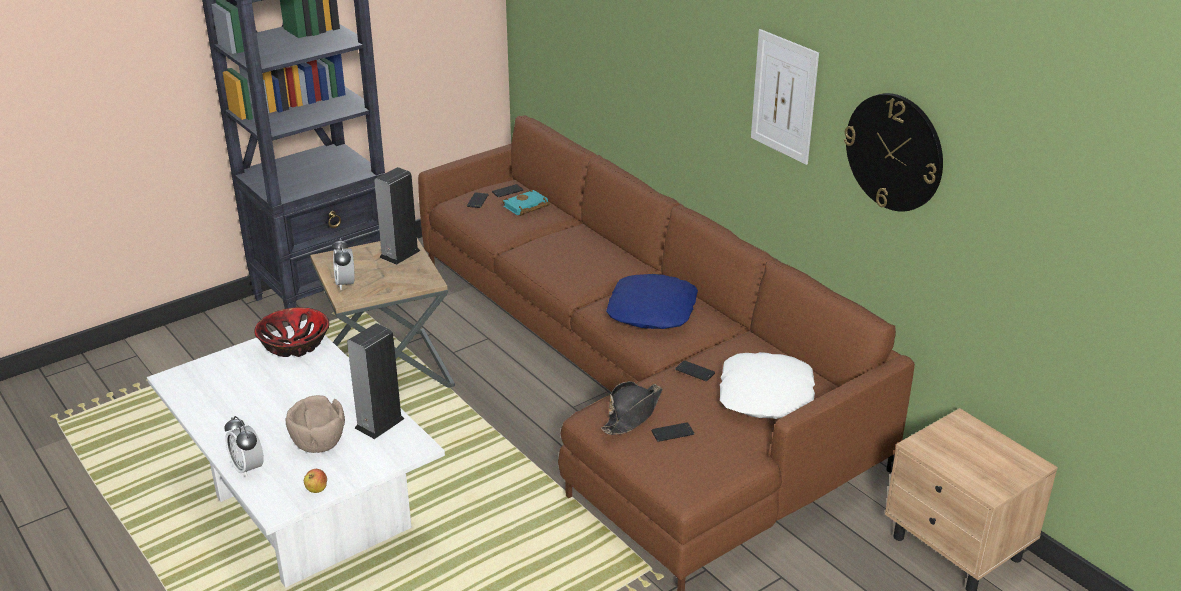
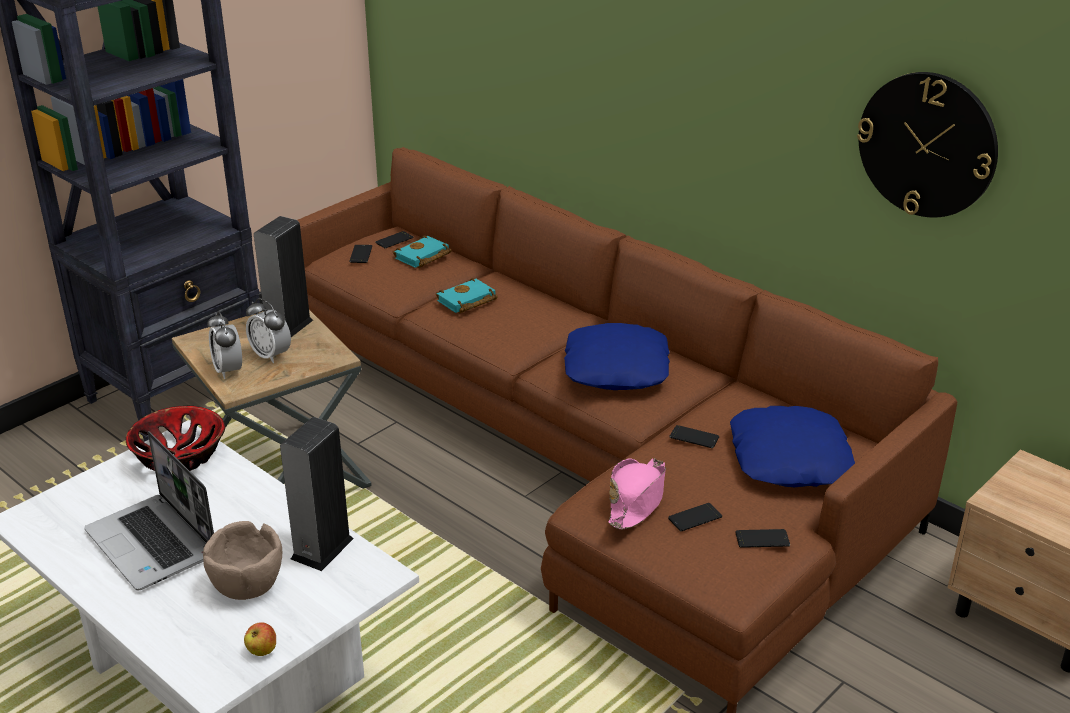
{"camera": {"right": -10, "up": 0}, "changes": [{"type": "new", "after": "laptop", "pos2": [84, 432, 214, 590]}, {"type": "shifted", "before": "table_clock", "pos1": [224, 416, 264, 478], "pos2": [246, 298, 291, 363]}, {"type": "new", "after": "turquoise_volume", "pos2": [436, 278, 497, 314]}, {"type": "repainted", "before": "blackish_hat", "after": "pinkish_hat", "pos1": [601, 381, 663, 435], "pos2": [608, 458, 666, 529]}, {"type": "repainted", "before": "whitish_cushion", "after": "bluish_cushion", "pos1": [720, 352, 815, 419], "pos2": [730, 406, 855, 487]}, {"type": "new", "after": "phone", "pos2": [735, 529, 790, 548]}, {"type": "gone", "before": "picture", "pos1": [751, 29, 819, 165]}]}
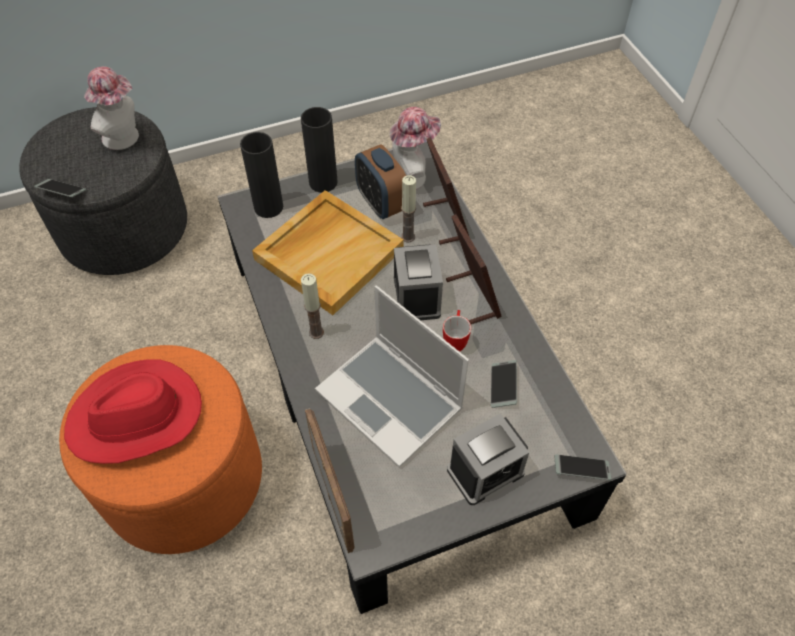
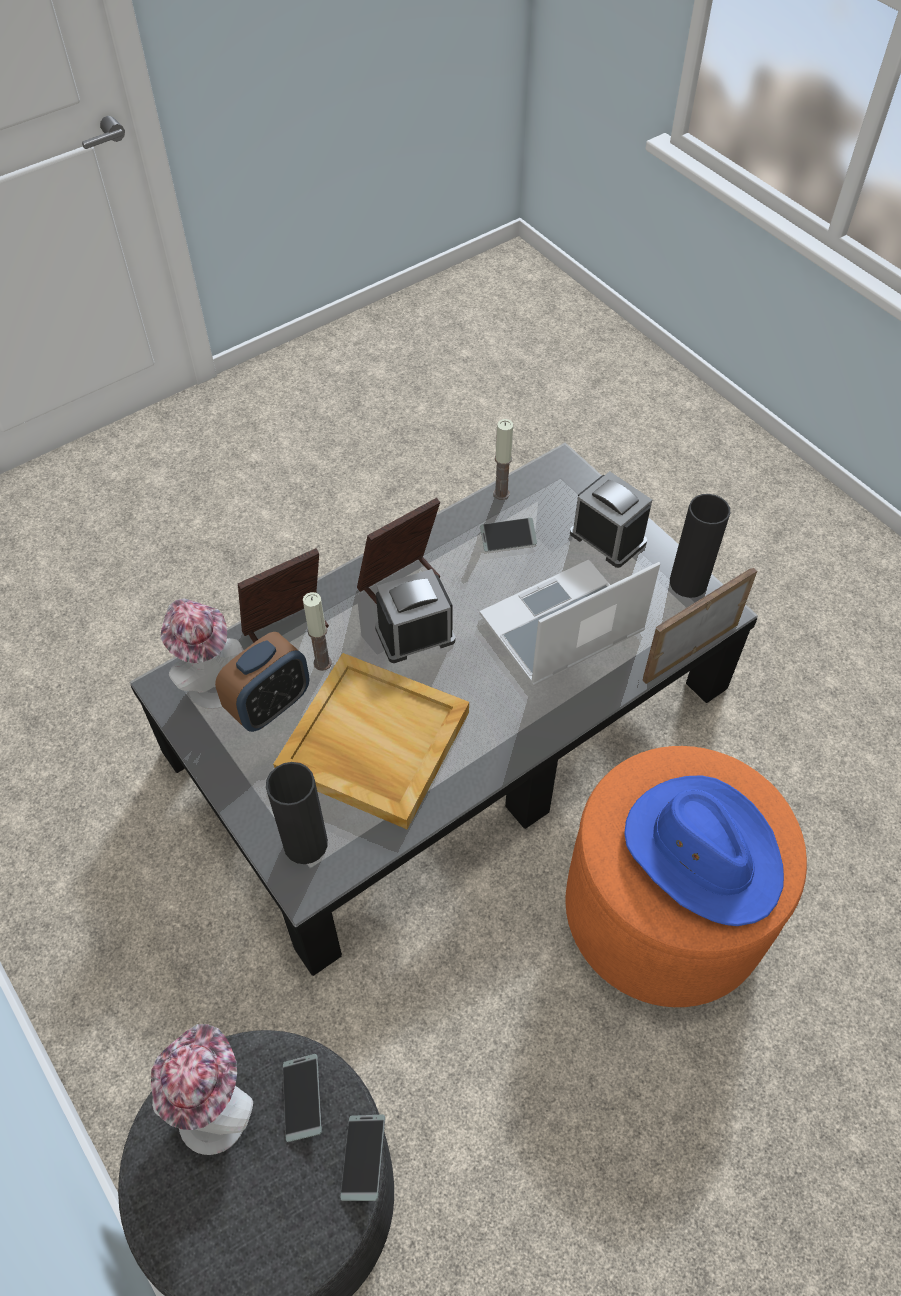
{"camera": {"right": -105, "up": 0}, "changes": [{"type": "shifted", "before": "phone", "pos1": [554, 454, 611, 480], "pos2": [283, 1054, 322, 1142]}, {"type": "rotated", "before": "laptop", "pos1": [315, 285, 469, 468], "pos2": [480, 560, 660, 686], "turn": -150}, {"type": "shifted", "before": "wax_light", "pos1": [301, 273, 324, 339], "pos2": [493, 419, 513, 500]}, {"type": "repainted", "before": "reddish_hat", "after": "bluish_hat", "pos1": [64, 359, 202, 464], "pos2": [624, 775, 784, 926]}, {"type": "shifted", "before": "blackish_vase", "pos1": [301, 107, 338, 192], "pos2": [670, 494, 730, 598]}, {"type": "gone", "before": "mug", "pos1": [443, 310, 471, 352]}]}
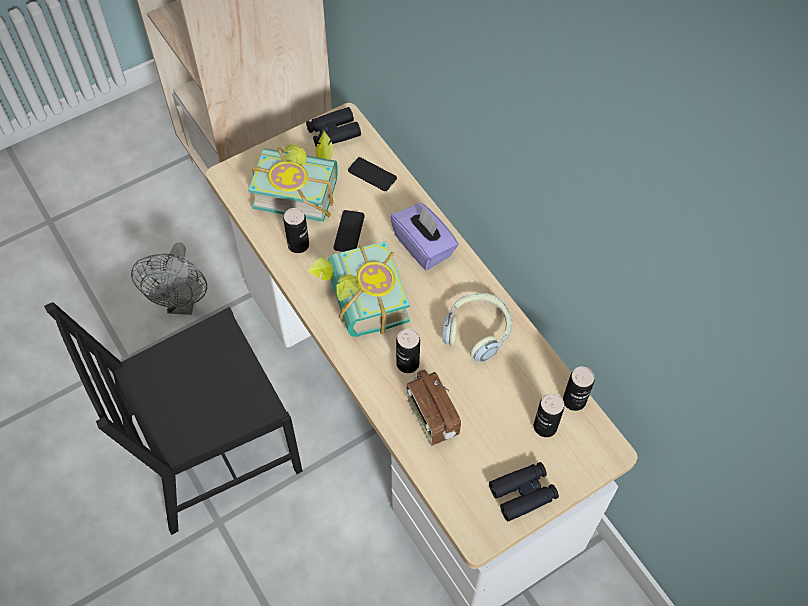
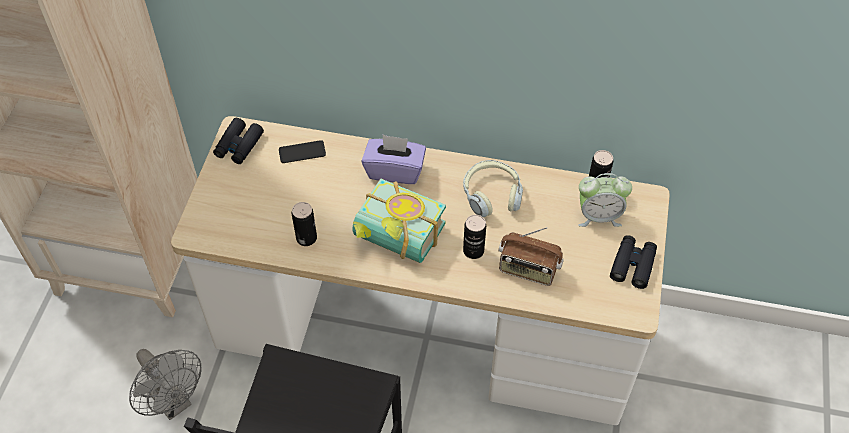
{"camera": {"right": -45, "up": -5}, "changes": [{"type": "swapped", "before": "metal_can", "after": "table_clock", "pos1": [534, 393, 564, 437], "pos2": [578, 173, 632, 227]}, {"type": "gone", "before": "volume", "pos1": [248, 131, 338, 222]}, {"type": "gone", "before": "phone", "pos1": [334, 210, 365, 252]}]}
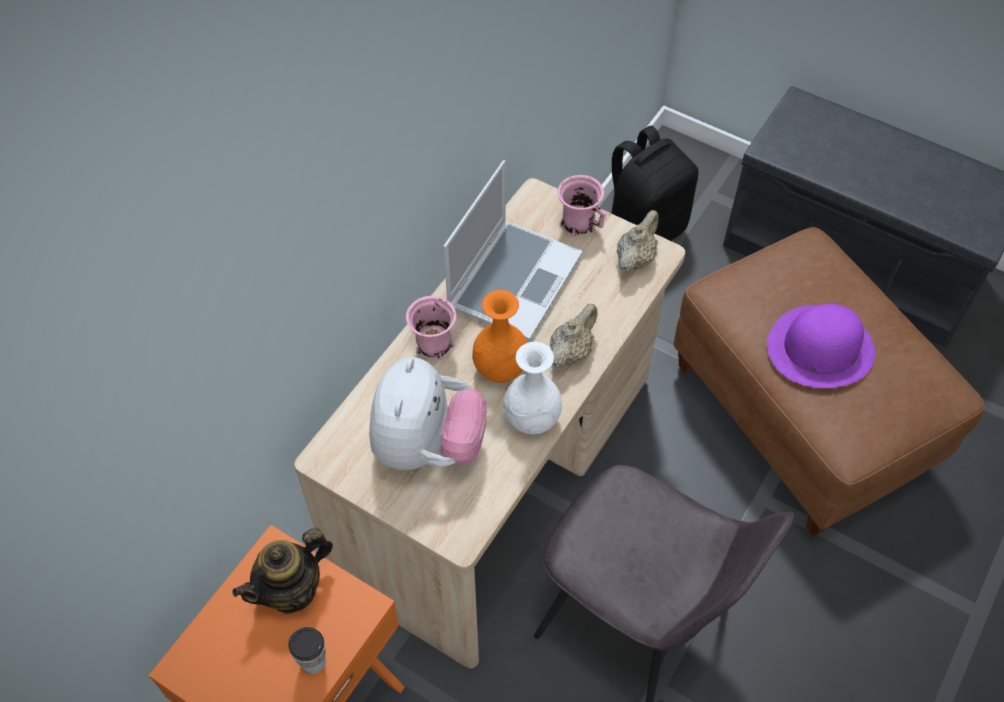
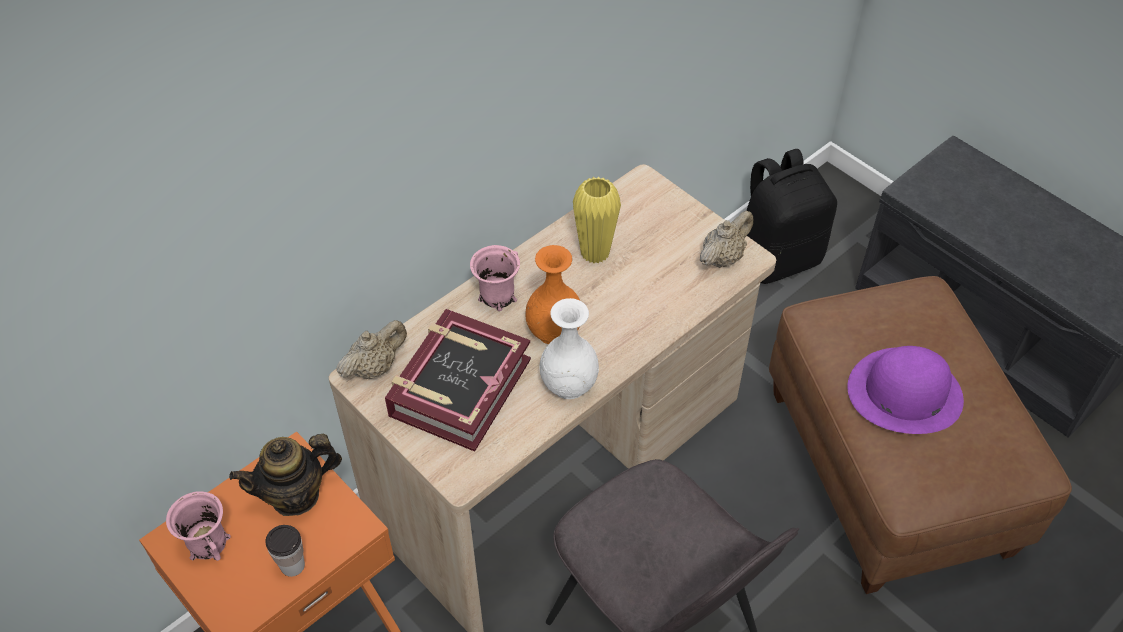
{"camera": {"right": 15, "up": -5}, "changes": [{"type": "shifted", "before": "pinkish_mug", "pos1": [557, 175, 606, 237], "pos2": [166, 491, 231, 561]}, {"type": "shifted", "before": "sand-coloured_tea_pot", "pos1": [550, 304, 598, 368], "pos2": [337, 320, 407, 379]}, {"type": "swapped", "before": "soft_toy", "after": "volume", "pos1": [369, 357, 487, 470], "pos2": [385, 309, 531, 452]}, {"type": "swapped", "before": "laptop", "after": "yellow_vase", "pos1": [444, 160, 583, 341], "pos2": [573, 177, 621, 263]}]}
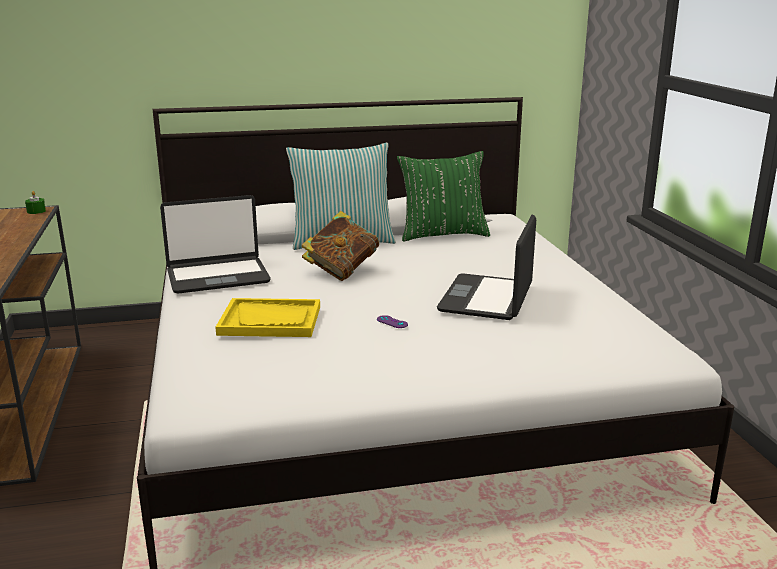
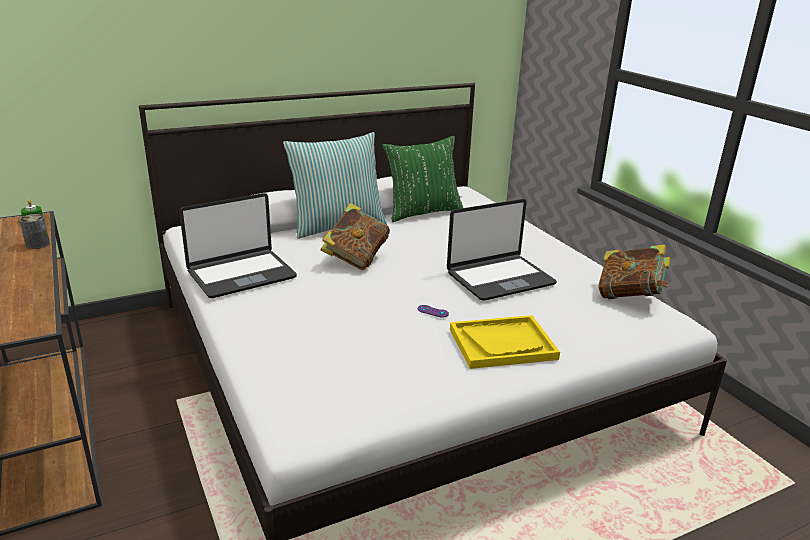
{"camera": {"right": -15, "up": 5}, "changes": [{"type": "new", "after": "metal_can", "pos2": [19, 214, 50, 249]}, {"type": "rotated", "before": "laptop", "pos1": [437, 215, 536, 320], "pos2": [447, 199, 557, 301], "turn": -120}, {"type": "shifted", "before": "yellow_serving_tray", "pos1": [215, 298, 320, 337], "pos2": [450, 315, 560, 369]}, {"type": "new", "after": "volume", "pos2": [598, 244, 671, 299]}]}
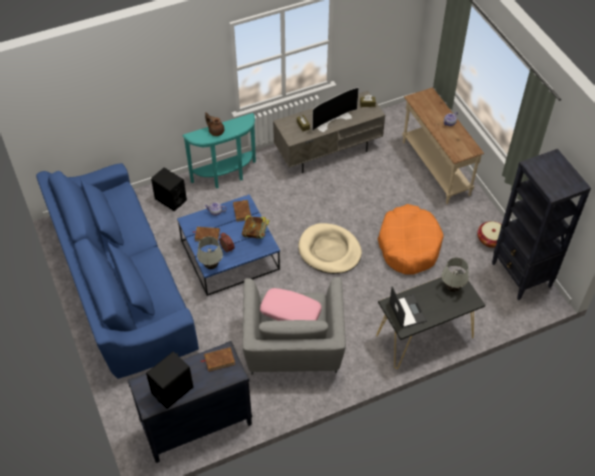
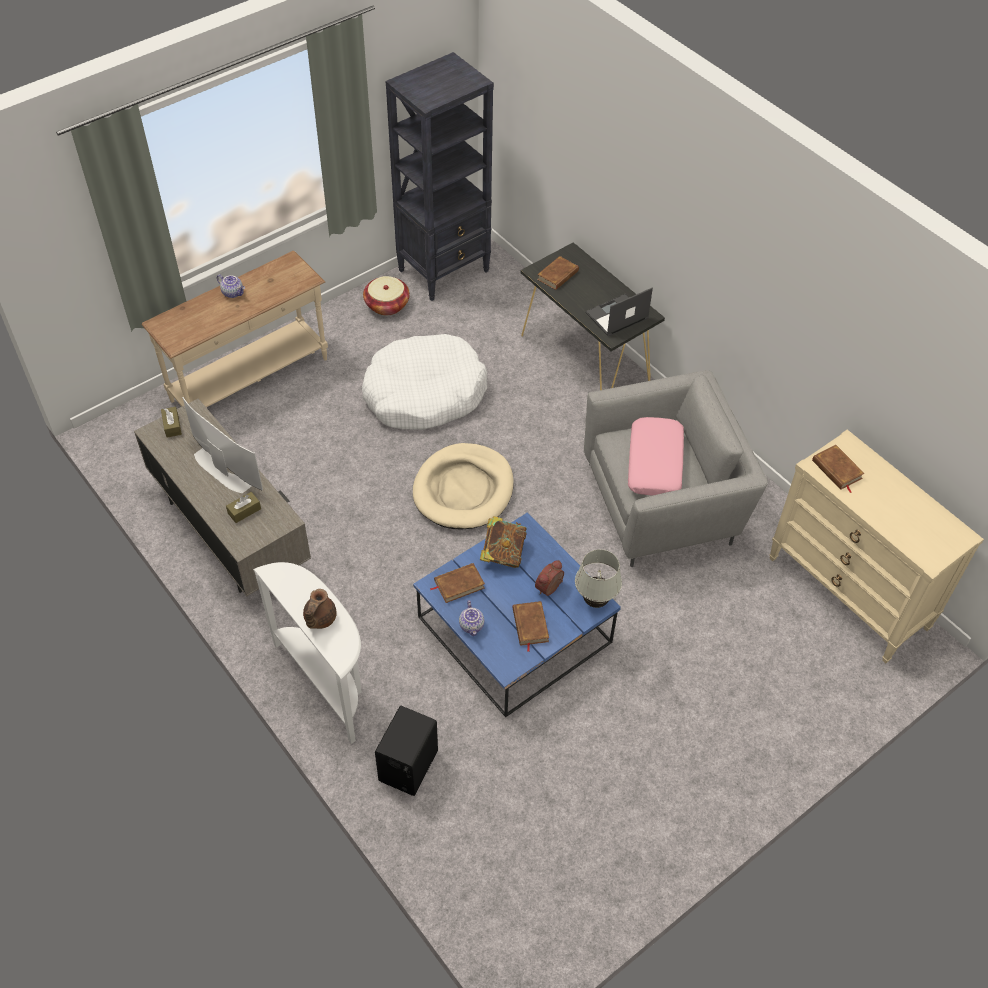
{"camera": {"right": -105, "up": 0}, "changes": [{"type": "repainted", "before": "turquoise_console_table", "after": "whitish_console_table", "pos1": [183, 113, 256, 189], "pos2": [253, 562, 362, 744]}, {"type": "repainted", "before": "orange_pet_bed", "after": "whitish_pet_bed", "pos1": [378, 204, 444, 275], "pos2": [362, 334, 487, 430]}, {"type": "swapped", "before": "whitish_tabletop_lamp", "after": "brown-coloured_volume", "pos1": [441, 258, 469, 292], "pos2": [537, 256, 579, 290]}, {"type": "repainted", "before": "blackish_dresser", "after": "sand-coloured_dresser", "pos1": [127, 341, 252, 463], "pos2": [769, 430, 984, 663]}, {"type": "gone", "before": "bluish_couch", "pos1": [36, 163, 199, 379]}, {"type": "gone", "before": "blackish_speaker", "pos1": [146, 352, 193, 409]}]}
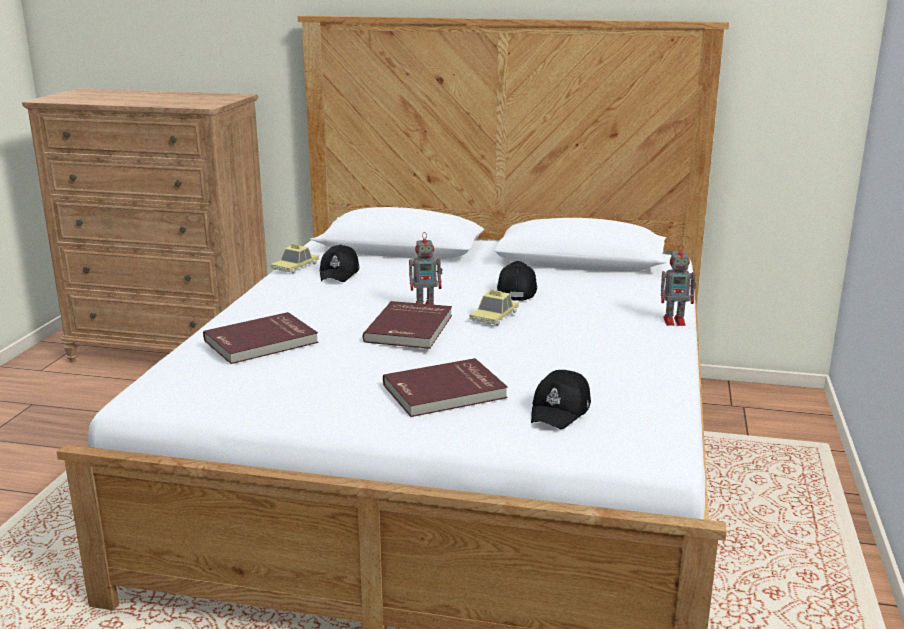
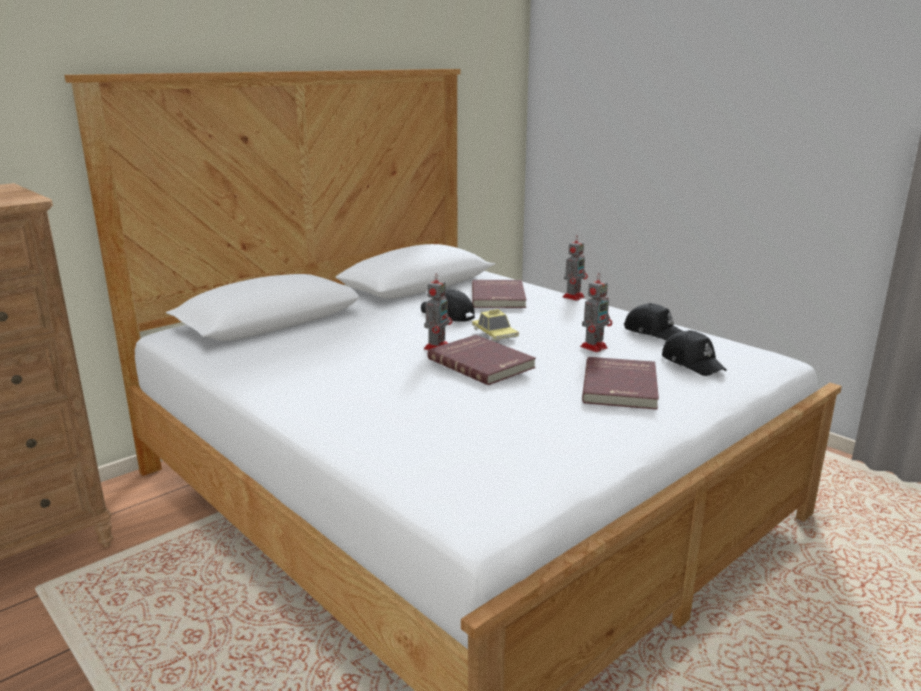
{"camera": {"right": -55, "up": 0}, "changes": [{"type": "shifted", "before": "reddish_volume", "pos1": [203, 312, 319, 364], "pos2": [472, 280, 526, 308]}, {"type": "new", "after": "robot_figure", "pos2": [580, 274, 612, 352]}, {"type": "shifted", "before": "blackish_baseball_cap", "pos1": [320, 244, 359, 282], "pos2": [624, 303, 682, 340]}, {"type": "gone", "before": "miniature_car", "pos1": [270, 243, 319, 273]}]}
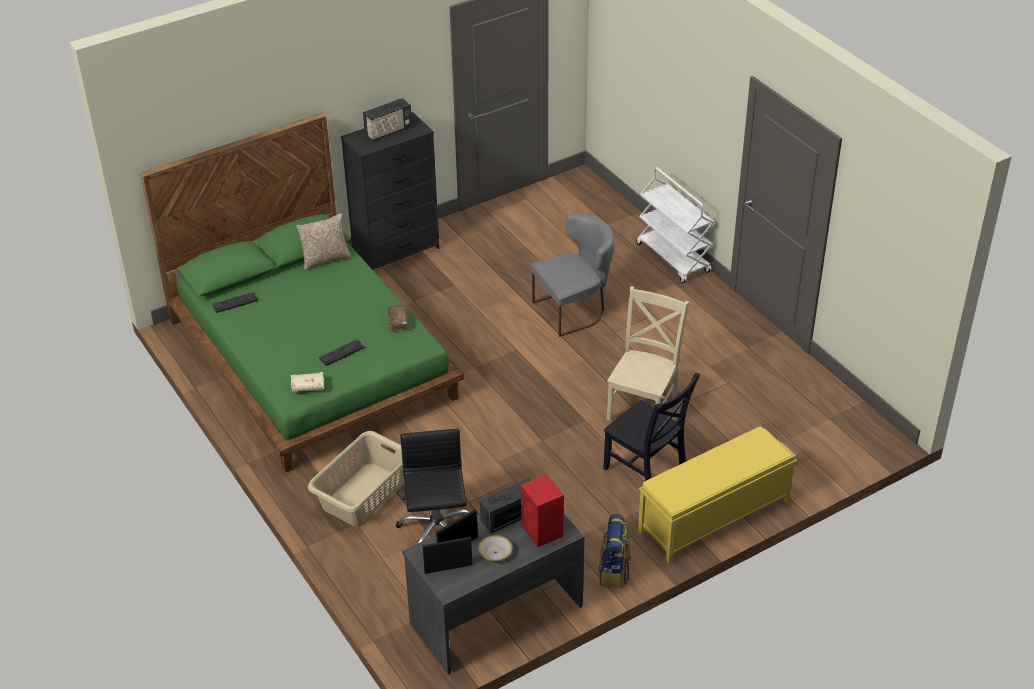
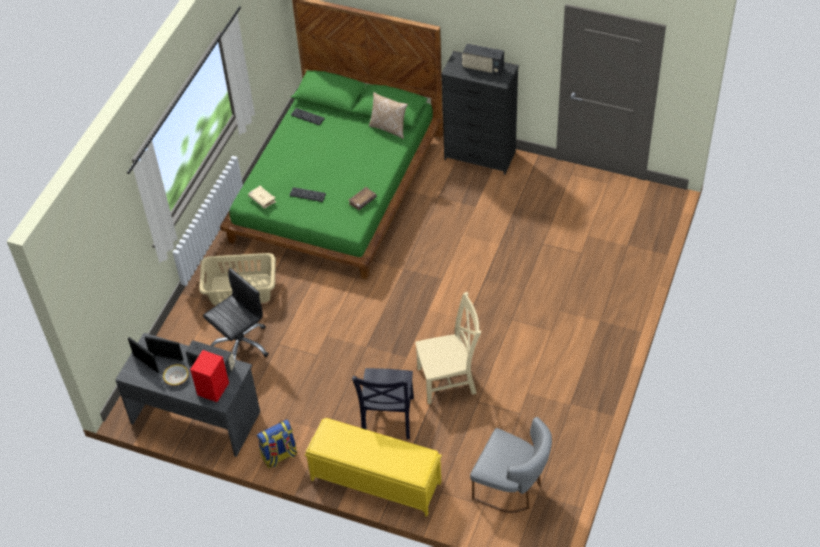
{"camera": {"right": 55, "up": 10}, "changes": [{"type": "shifted", "before": "gray_upright_chair", "pos1": [531, 213, 615, 337], "pos2": [470, 417, 552, 513]}, {"type": "gone", "before": "whitish_wheeled_cart", "pos1": [636, 167, 714, 283]}]}
